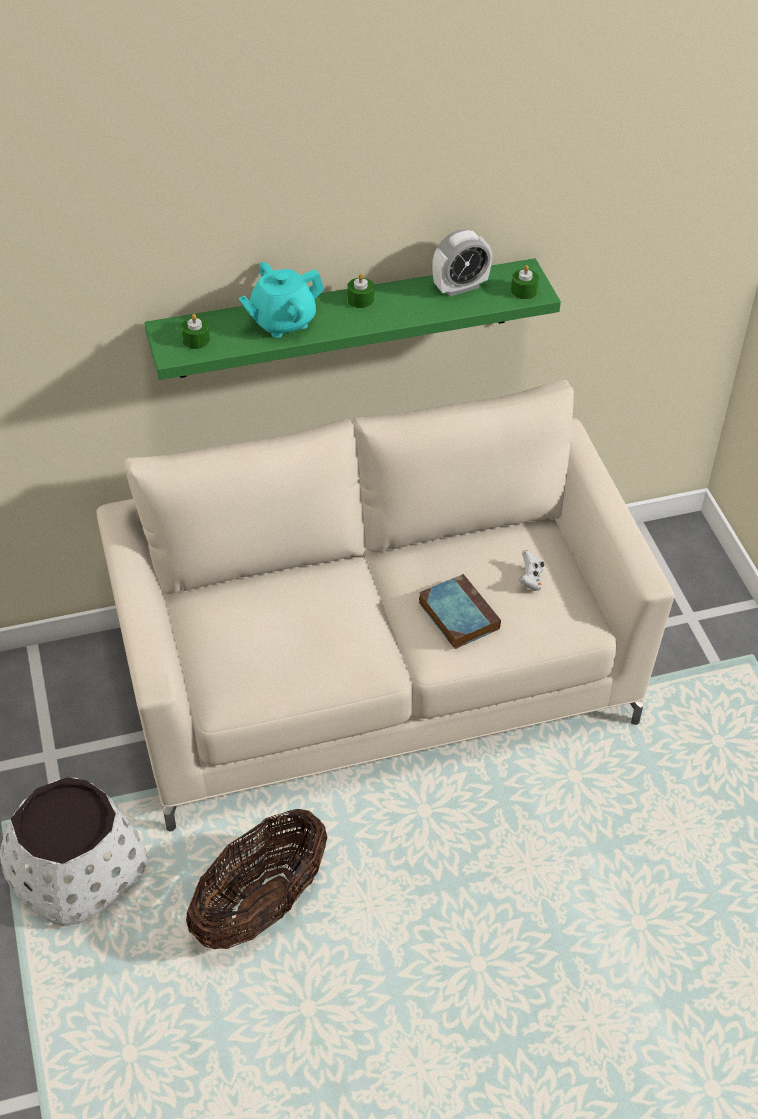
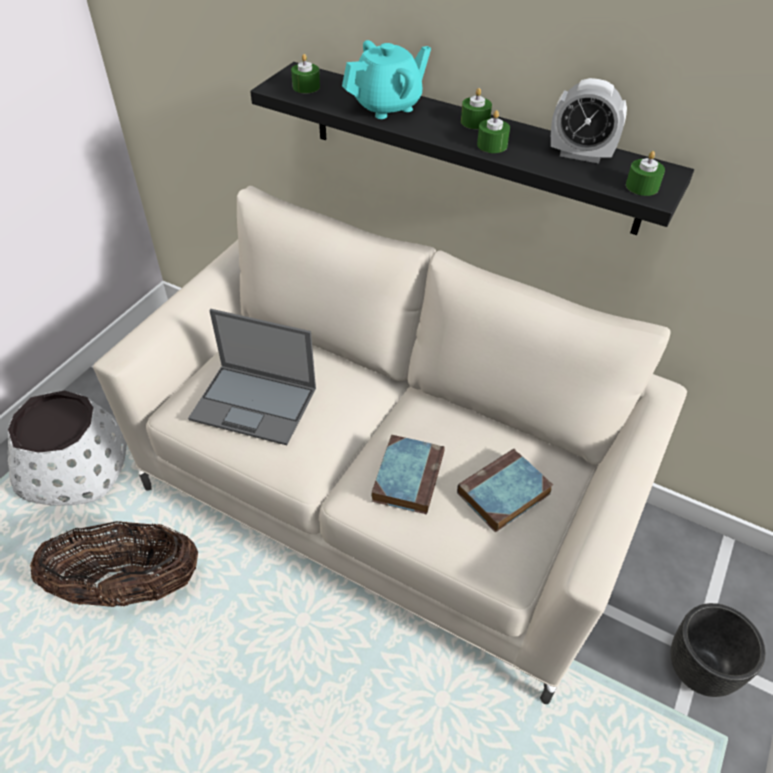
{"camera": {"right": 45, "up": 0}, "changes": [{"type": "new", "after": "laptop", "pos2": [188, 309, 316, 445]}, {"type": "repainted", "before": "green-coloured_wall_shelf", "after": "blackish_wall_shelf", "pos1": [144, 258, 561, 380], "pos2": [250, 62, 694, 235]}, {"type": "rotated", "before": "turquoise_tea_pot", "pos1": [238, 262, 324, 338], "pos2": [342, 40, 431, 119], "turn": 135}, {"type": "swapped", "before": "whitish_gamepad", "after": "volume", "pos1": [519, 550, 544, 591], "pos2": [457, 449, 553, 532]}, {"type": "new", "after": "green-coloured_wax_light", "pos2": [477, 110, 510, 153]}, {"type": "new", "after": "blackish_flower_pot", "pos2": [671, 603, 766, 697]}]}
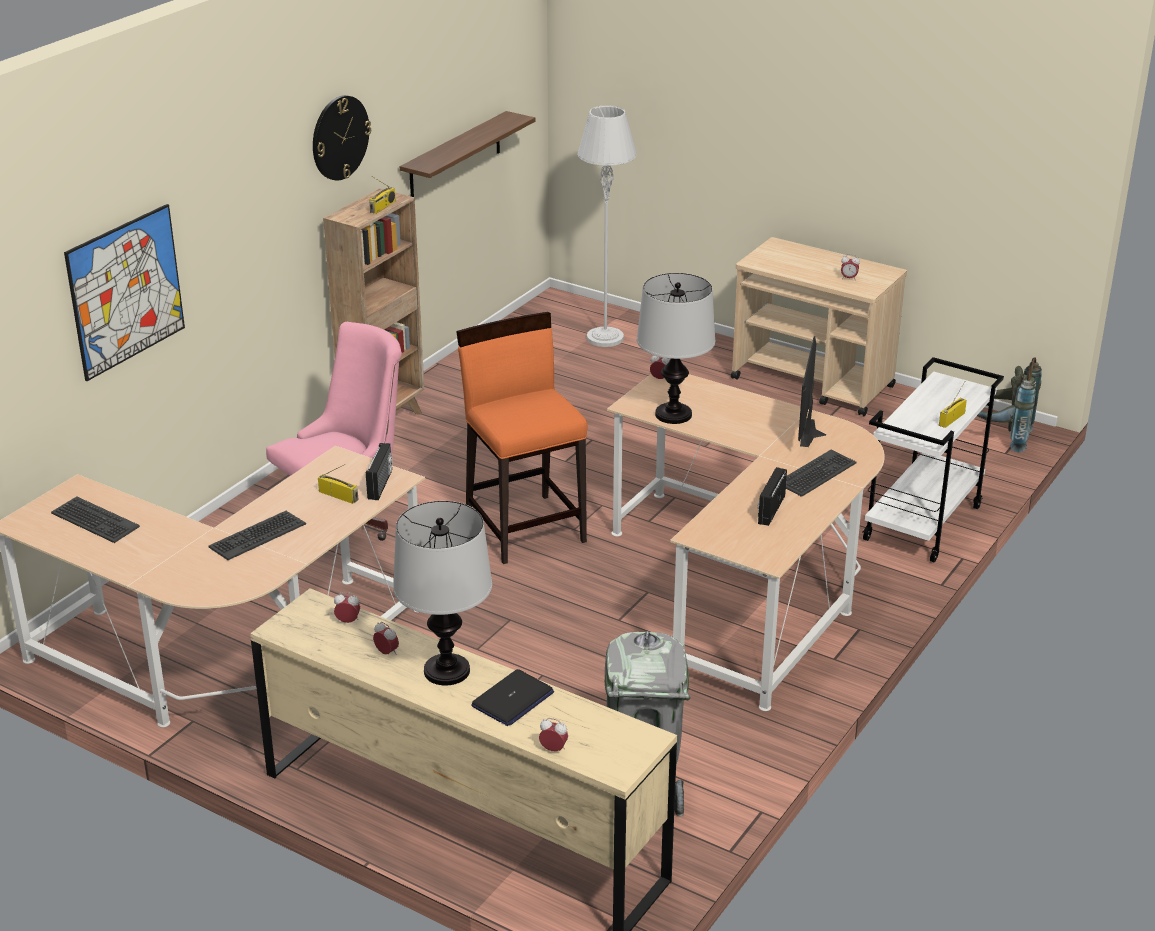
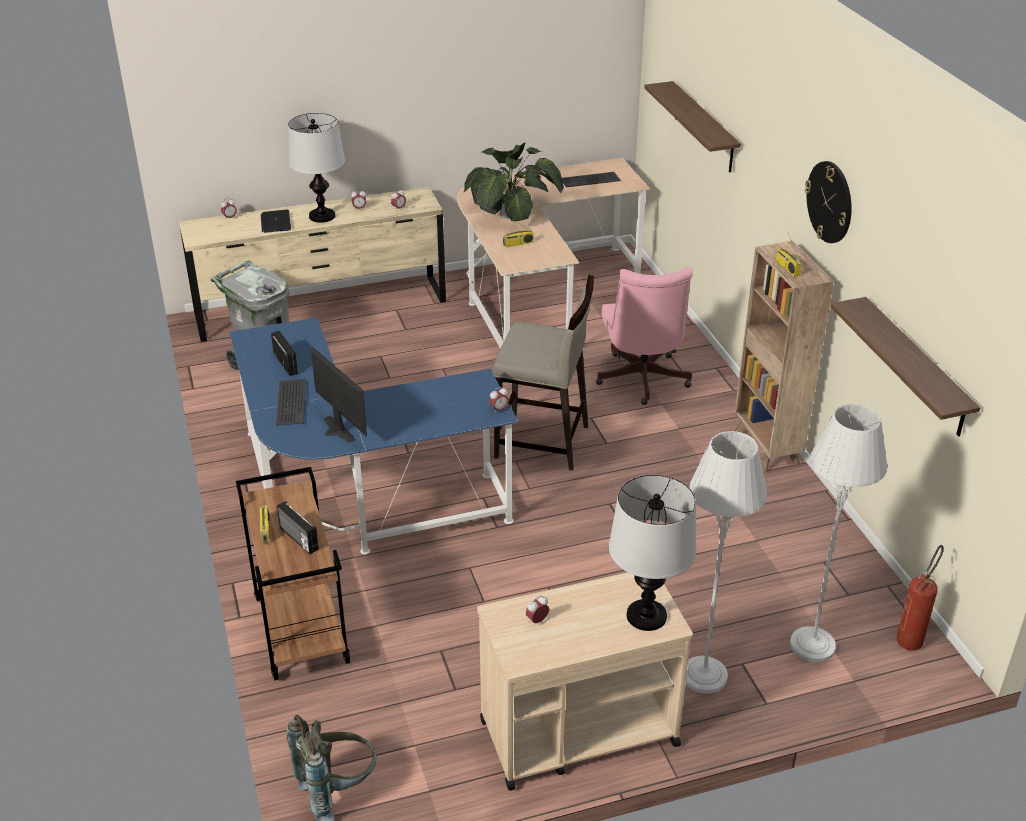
{"camera": {"right": 130, "up": 5}, "changes": [{"type": "repainted", "before": "sand-coloured_desk_unit", "after": "bluish_desk_unit", "pos1": [607, 374, 885, 711], "pos2": [229, 318, 518, 555]}, {"type": "repainted", "before": "whitish_wheeled_cart", "after": "brown-coloured_wheeled_cart", "pos1": [862, 357, 1004, 562], "pos2": [236, 467, 350, 681]}, {"type": "shifted", "before": "radio_receiver", "pos1": [366, 443, 393, 500], "pos2": [277, 501, 319, 554]}, {"type": "swapped", "before": "computer_keyboard", "after": "houseplant", "pos1": [208, 511, 306, 560], "pos2": [464, 142, 564, 221]}, {"type": "repainted", "before": "orange_stool", "after": "sand-coloured_stool", "pos1": [456, 312, 587, 564], "pos2": [493, 275, 594, 471]}, {"type": "shifted", "before": "tabletop_lamp", "pos1": [637, 273, 715, 424], "pos2": [609, 475, 697, 631]}, {"type": "swapped", "before": "picture", "after": "wall_shelf", "pos1": [64, 204, 185, 381], "pos2": [644, 81, 741, 173]}, {"type": "new", "after": "gray_standing_lamp", "pos2": [686, 431, 767, 694]}, {"type": "new", "after": "fire_extinguisher", "pos2": [897, 545, 944, 651]}]}
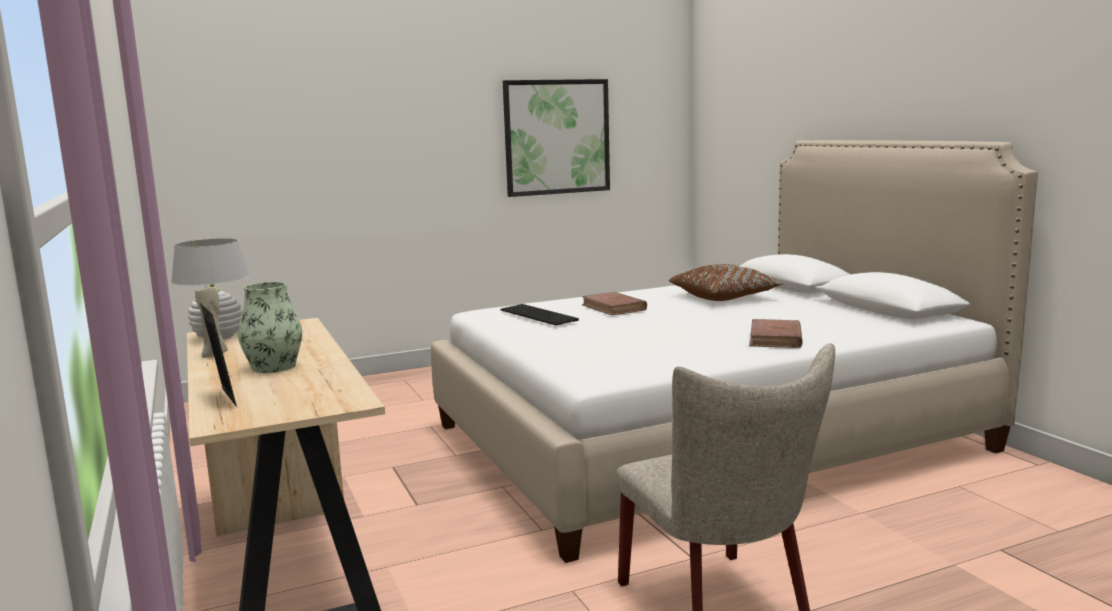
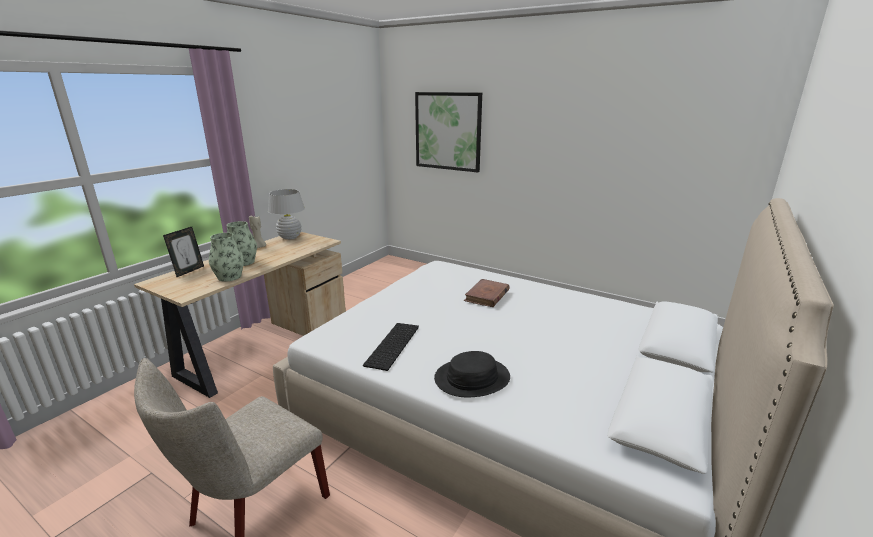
{"camera": {"right": 55, "up": 10}, "changes": [{"type": "new", "after": "vase", "pos2": [209, 233, 244, 282]}, {"type": "shifted", "before": "computer_keyboard", "pos1": [500, 304, 579, 325], "pos2": [363, 323, 419, 371]}, {"type": "shifted", "before": "picture", "pos1": [503, 79, 610, 197], "pos2": [415, 92, 482, 172]}, {"type": "swapped", "before": "brown-coloured_volume", "after": "blackish_hat", "pos1": [749, 319, 803, 348], "pos2": [434, 351, 510, 397]}, {"type": "gone", "before": "brown-coloured_cushion", "pos1": [669, 264, 783, 301]}]}
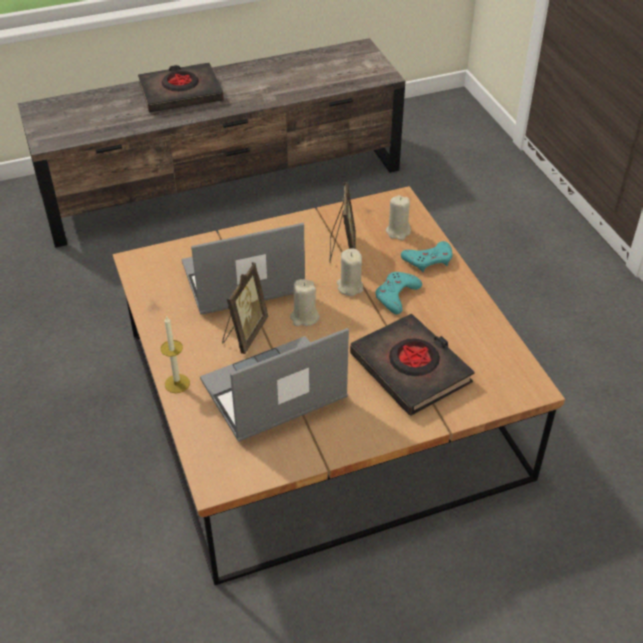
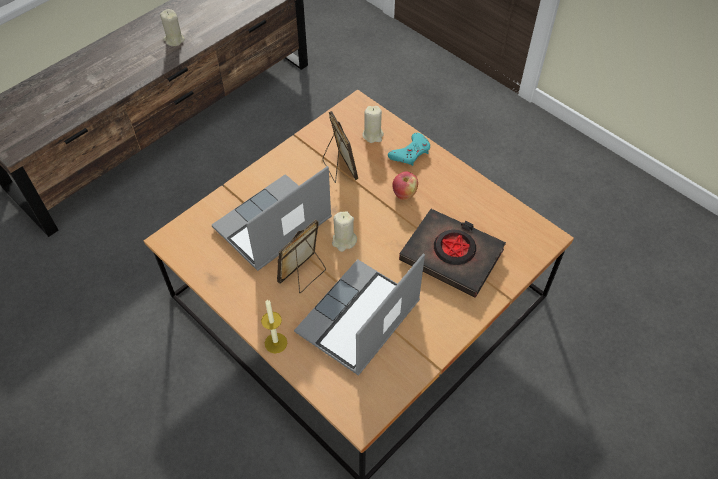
{"camera": {"right": -25, "up": 10}, "changes": [{"type": "shifted", "before": "sand-coloured_wax_light", "pos1": [337, 249, 363, 296], "pos2": [160, 9, 185, 46]}, {"type": "rotated", "before": "standing_frame", "pos1": [222, 262, 268, 354], "pos2": [277, 220, 326, 293], "turn": -135}, {"type": "swapped", "before": "turquoise_gamepad", "after": "whole_apple", "pos1": [375, 272, 422, 314], "pos2": [393, 171, 418, 200]}, {"type": "gone", "before": "blackish_volume", "pos1": [138, 63, 224, 113]}]}
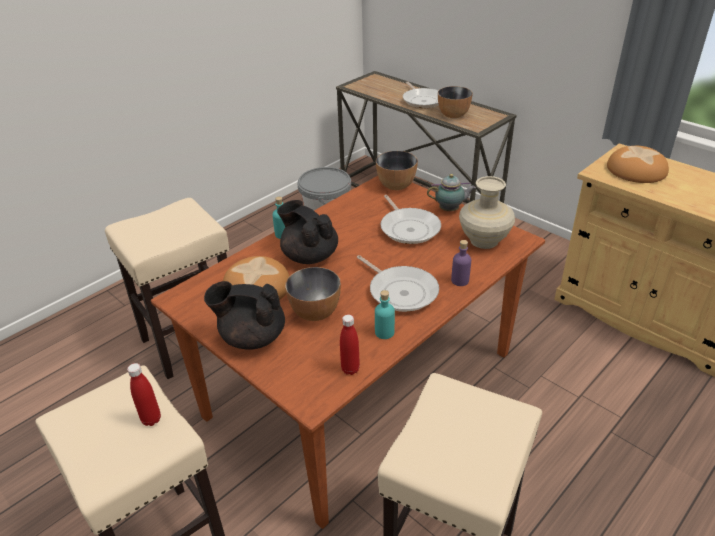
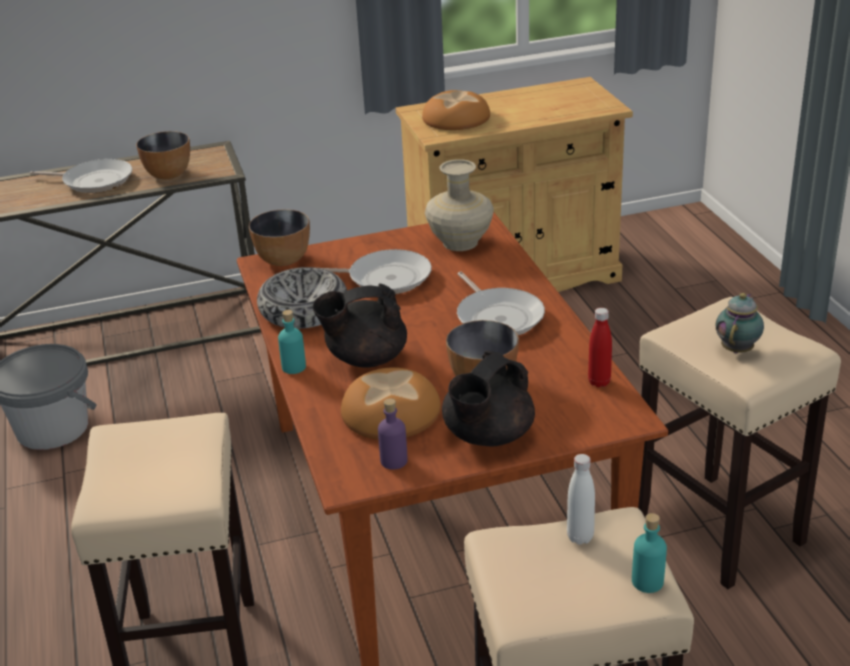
{"camera": {"right": -60, "up": -5}, "changes": [{"type": "new", "after": "serving_bowl", "pos2": [257, 267, 347, 329]}, {"type": "shifted", "before": "purple_drink_bottle", "pos1": [451, 240, 471, 286], "pos2": [378, 398, 408, 470]}, {"type": "rotated", "before": "frying_pan", "pos1": [357, 255, 439, 312], "pos2": [457, 271, 545, 335], "turn": 75}, {"type": "repainted", "before": "reddish_drink_bottle", "after": "whitish_drink_bottle", "pos1": [127, 363, 161, 426], "pos2": [567, 454, 595, 545]}, {"type": "shifted", "before": "turquoise_drink_bottle", "pos1": [375, 290, 395, 339], "pos2": [632, 513, 667, 593]}, {"type": "shifted", "before": "tea_pot", "pos1": [427, 174, 476, 211], "pos2": [716, 293, 764, 353]}]}
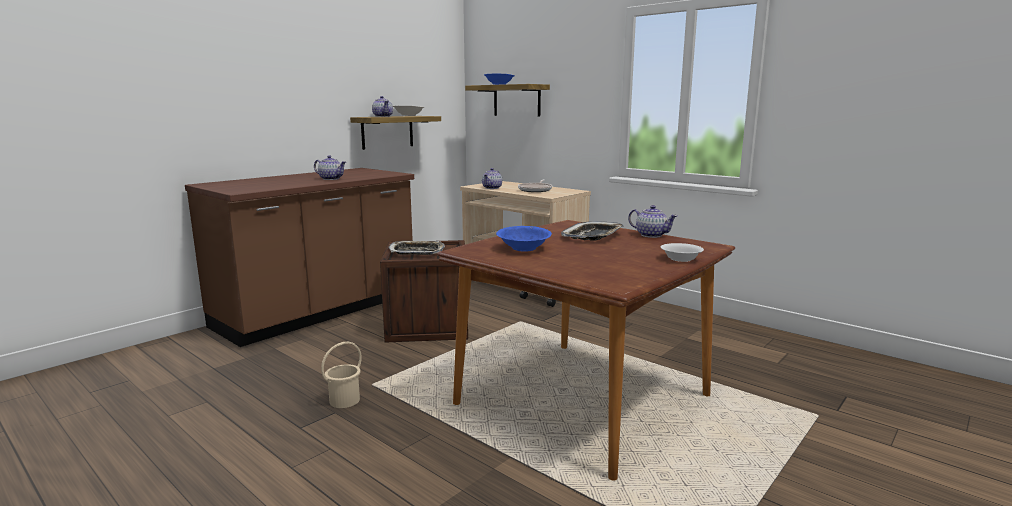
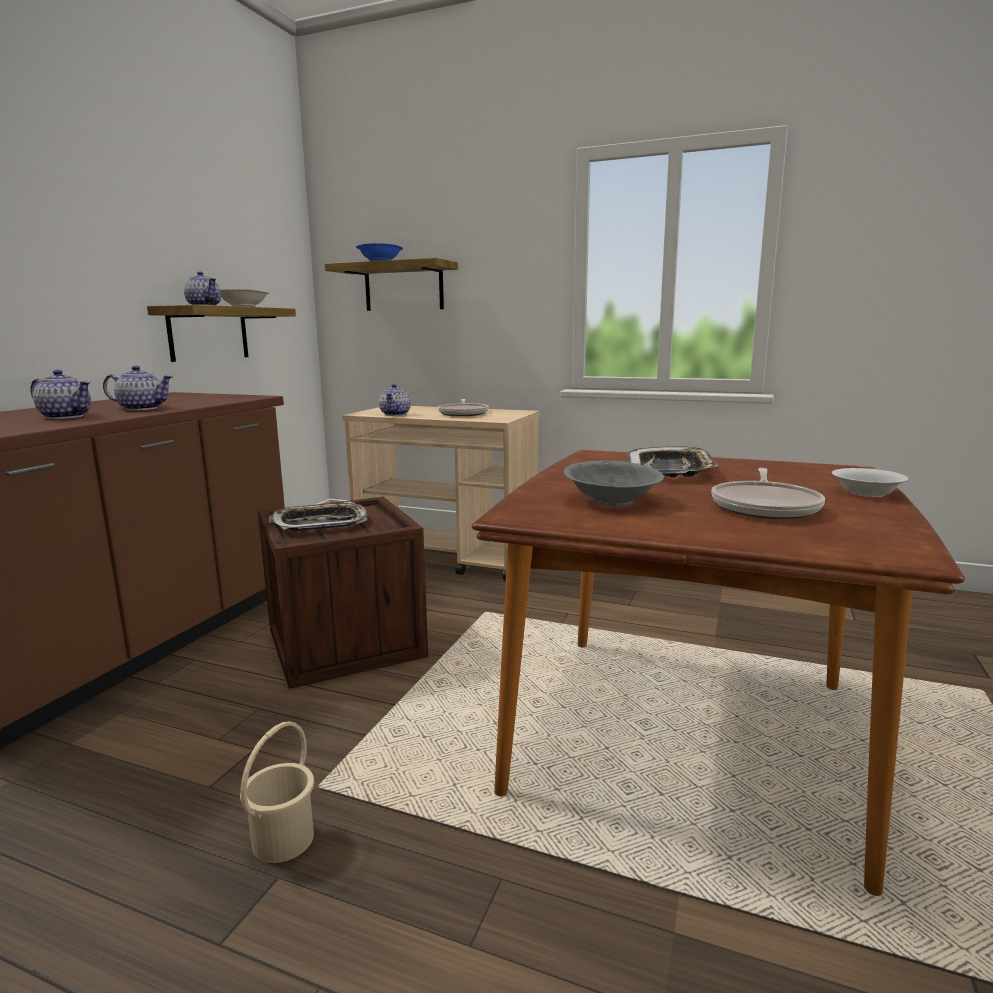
{"camera": {"right": -20, "up": 0}, "changes": [{"type": "shifted", "before": "tea_pot", "pos1": [628, 205, 677, 238], "pos2": [30, 370, 91, 419]}, {"type": "repainted", "before": "bluish_serving_bowl", "after": "gray_serving_bowl", "pos1": [496, 226, 552, 252], "pos2": [564, 461, 664, 506]}, {"type": "new", "after": "frying_pan", "pos2": [711, 468, 825, 519]}]}
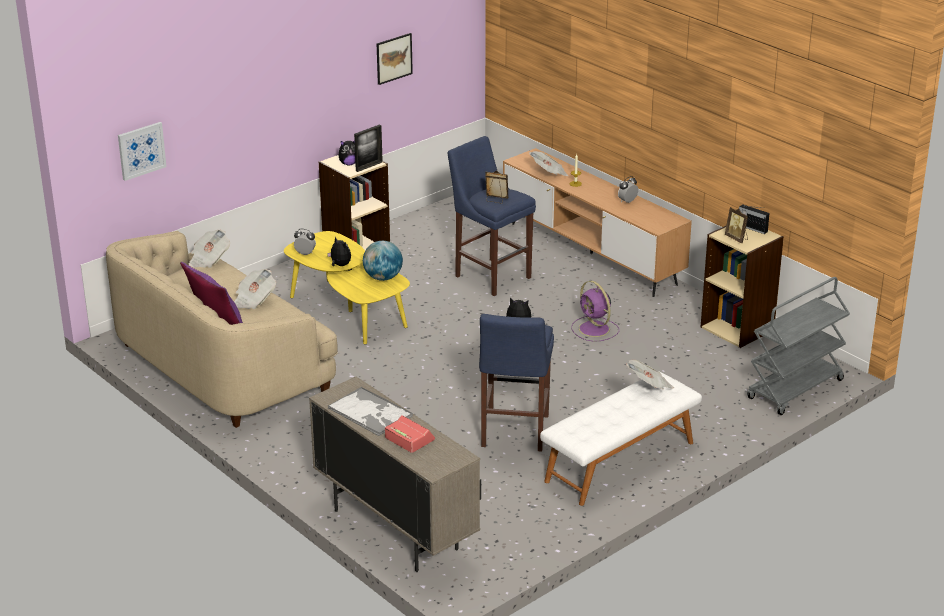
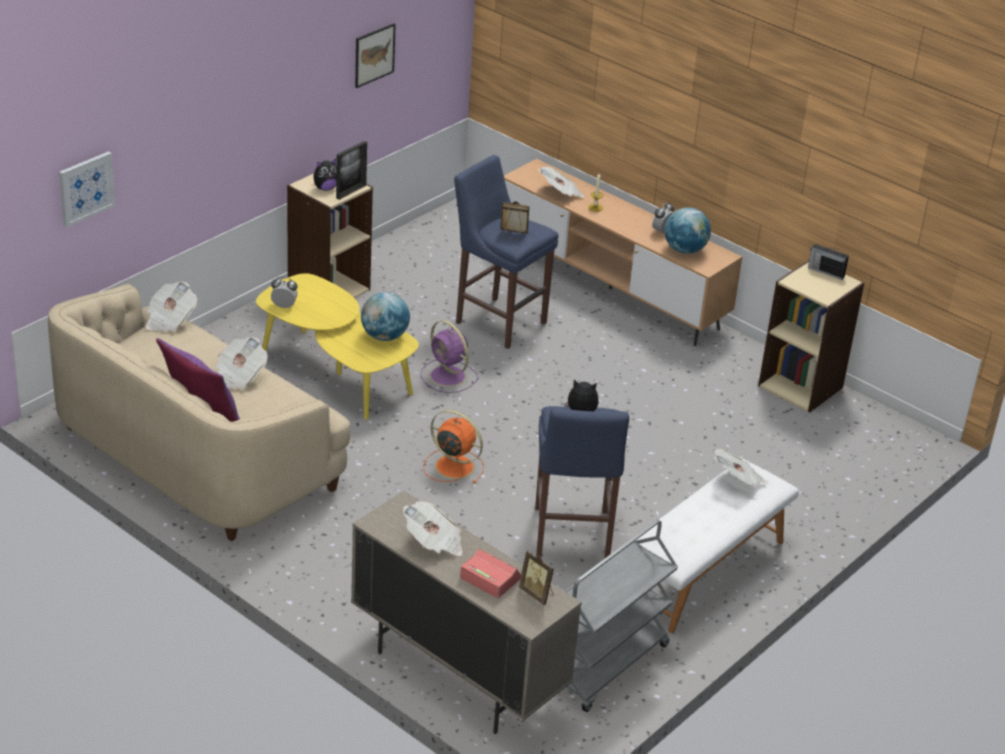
{"camera": {"right": -10, "up": 5}, "changes": [{"type": "swapped", "before": "serving_tray", "after": "daily_paper", "pos1": [328, 387, 413, 436], "pos2": [403, 501, 462, 556]}, {"type": "shifted", "before": "purple_cooling_fan", "pos1": [571, 281, 619, 342], "pos2": [421, 320, 478, 393]}, {"type": "new", "after": "orange_cooling_fan", "pos2": [423, 410, 484, 483]}, {"type": "shifted", "before": "standing_frame", "pos1": [725, 207, 748, 243], "pos2": [519, 550, 554, 605]}, {"type": "shifted", "before": "gray_wheeled_cart", "pos1": [747, 277, 850, 415], "pos2": [565, 520, 678, 712]}, {"type": "new", "after": "globe", "pos2": [664, 207, 711, 254]}, {"type": "gone", "before": "soft_toy", "pos1": [327, 236, 351, 266]}]}
